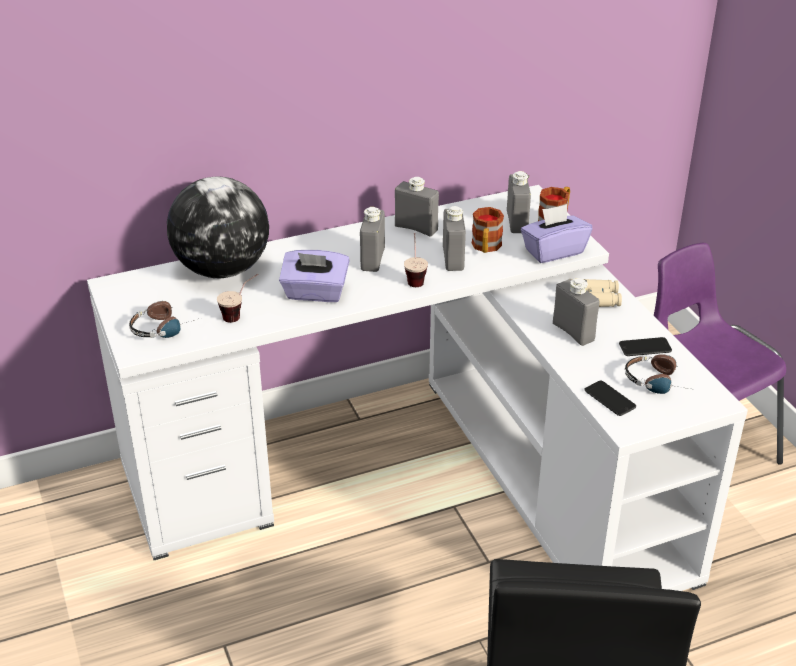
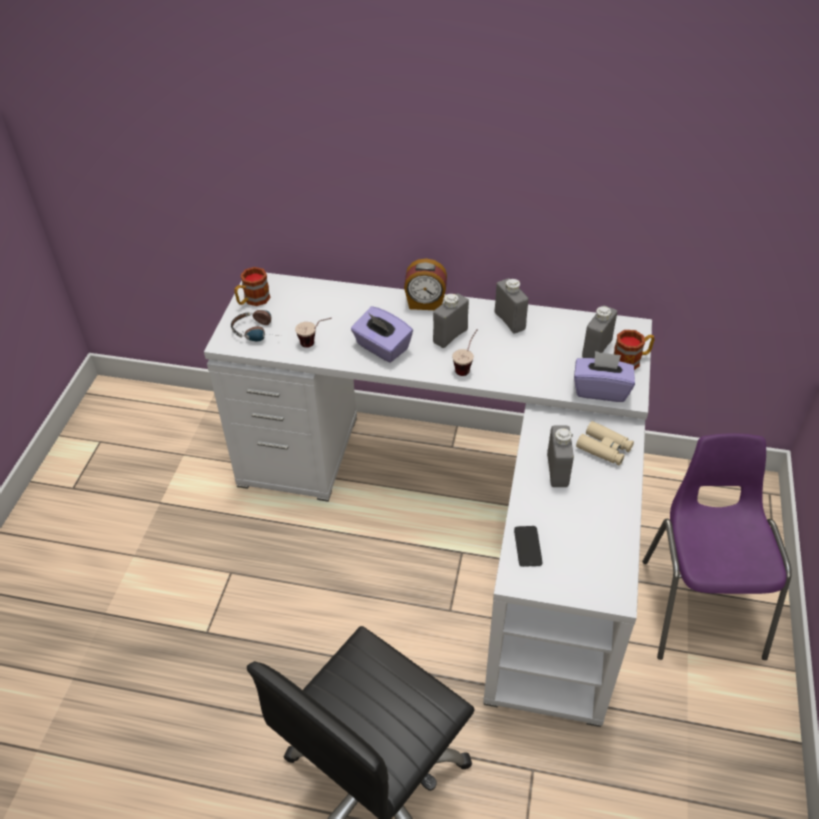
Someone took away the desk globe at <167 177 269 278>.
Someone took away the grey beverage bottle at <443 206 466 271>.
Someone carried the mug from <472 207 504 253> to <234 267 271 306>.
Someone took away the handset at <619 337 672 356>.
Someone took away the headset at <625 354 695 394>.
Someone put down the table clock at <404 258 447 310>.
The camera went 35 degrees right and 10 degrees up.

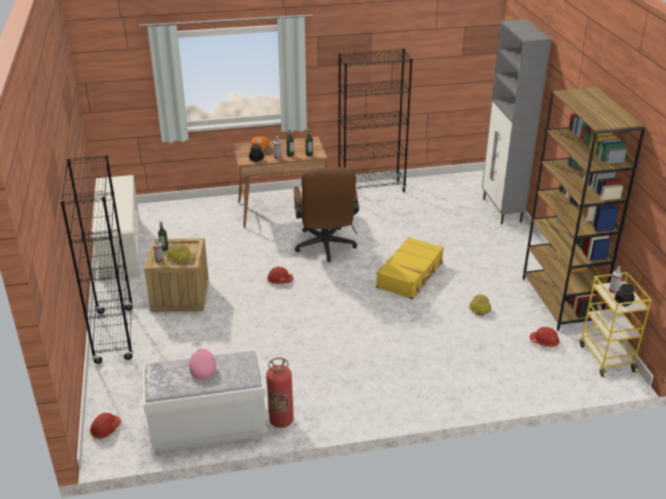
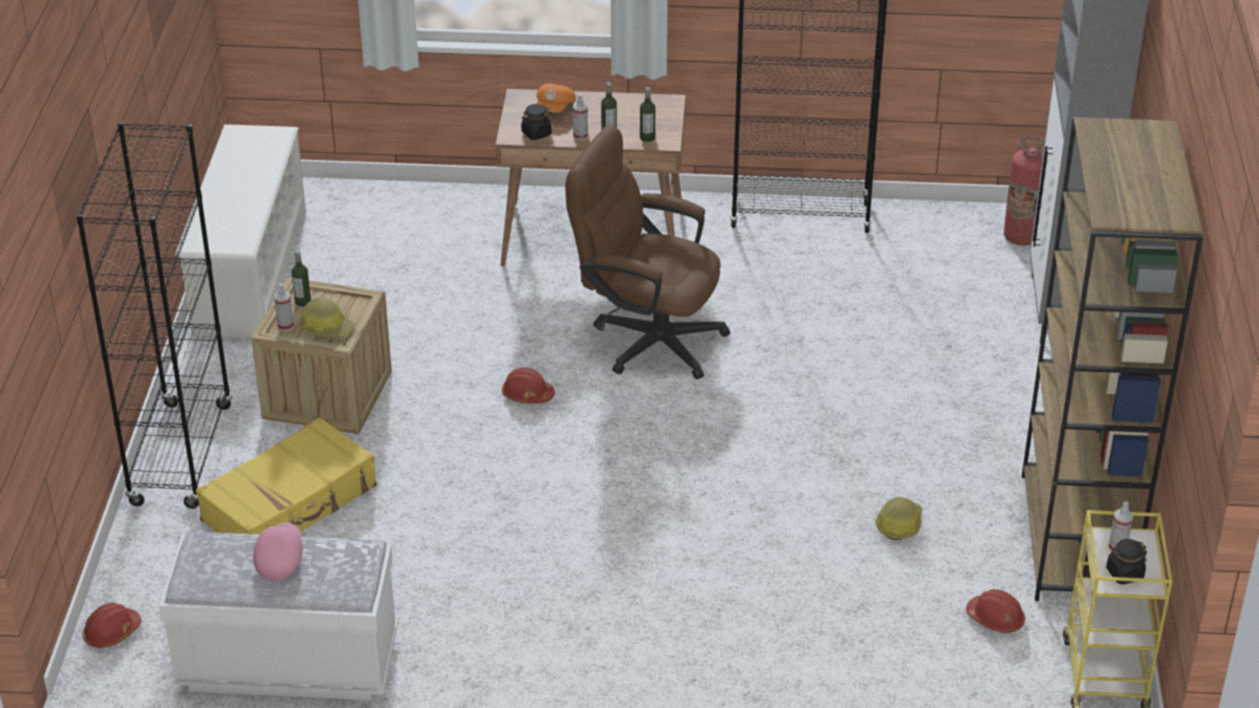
Someone carried the fire-fighting cylinder from <266 358 294 428> to <1004 136 1045 246>.
Someone rotated the brown office chair at <294 167 359 262> by 105 degrees clockwise.
Someone carried the yellow suitcase from <376 237 444 299> to <196 417 377 534>.
The camera went 15 degrees right and 5 degrees up.

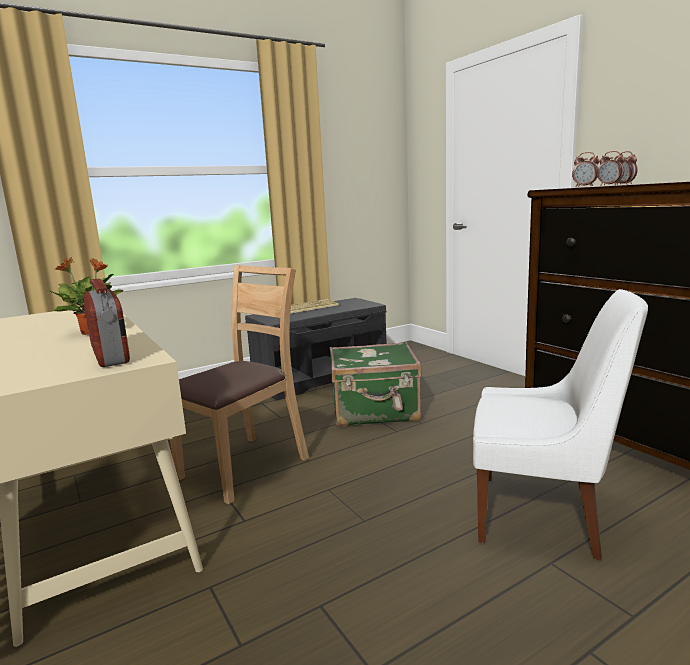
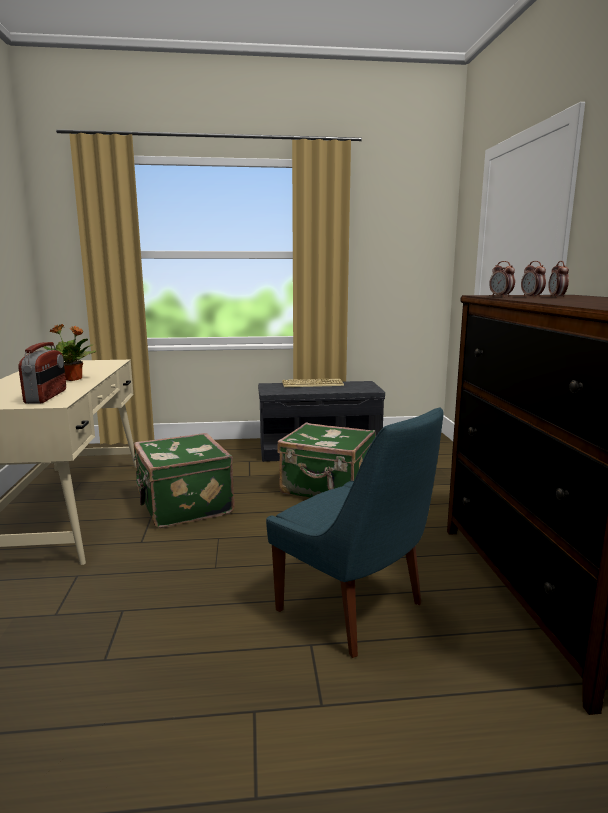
Someone swapped the brown plain chair at <170 265 309 504> for the green suitcase at <133 433 235 528>.
Someone repainted the white-coloured plain chair at <473 289 648 561>, which became the blue plain chair at <266 407 444 658>.
The camera went 25 degrees right and 0 degrees up.

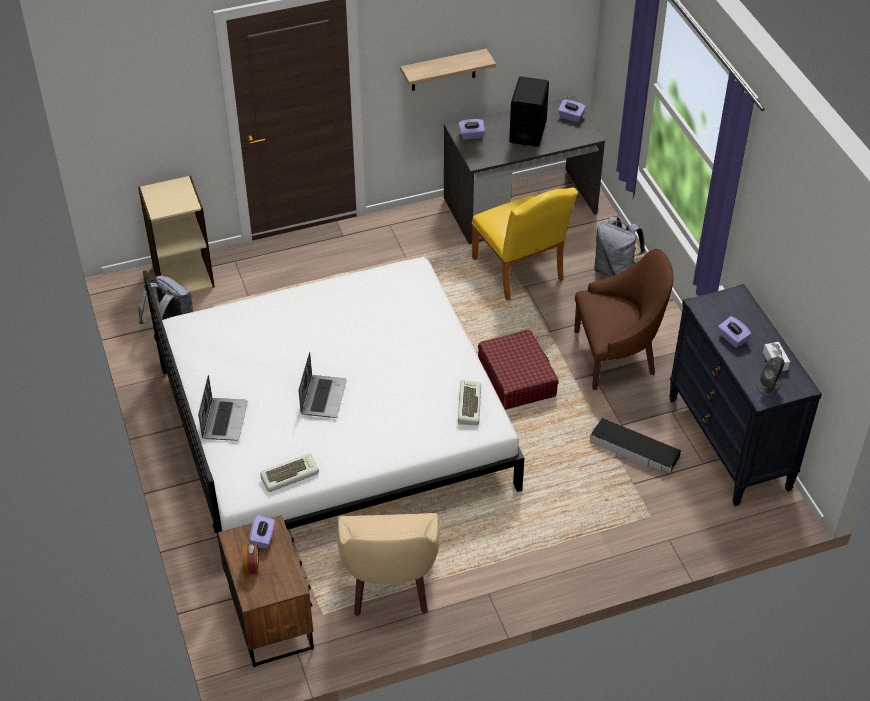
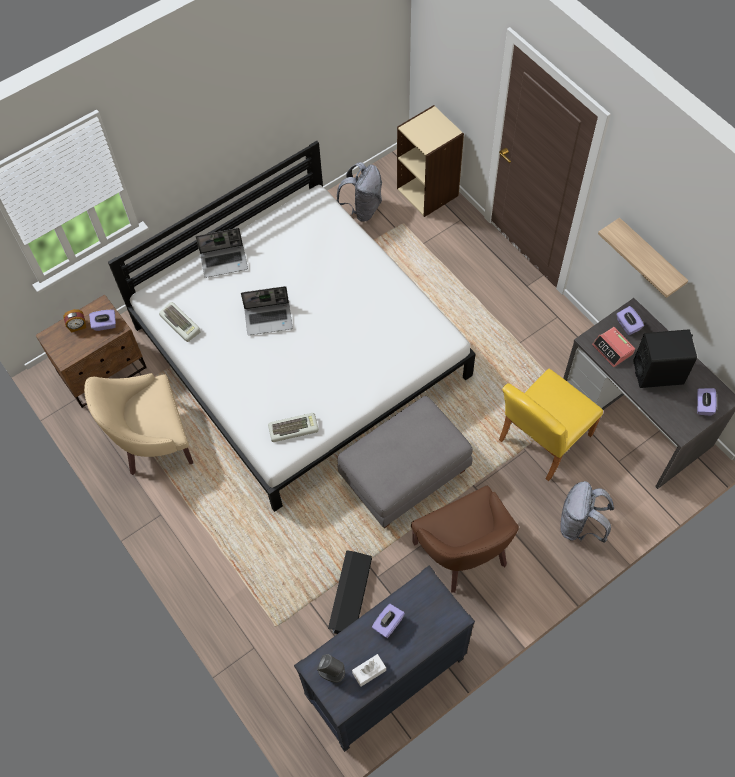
Someone swapped the red suitcase at <478 330 559 410> for the grey pouffe at <337 396 472 528>.
Someone put down the table clock at <592 327 635 367>.
The camera went 75 degrees right and 15 degrees up.

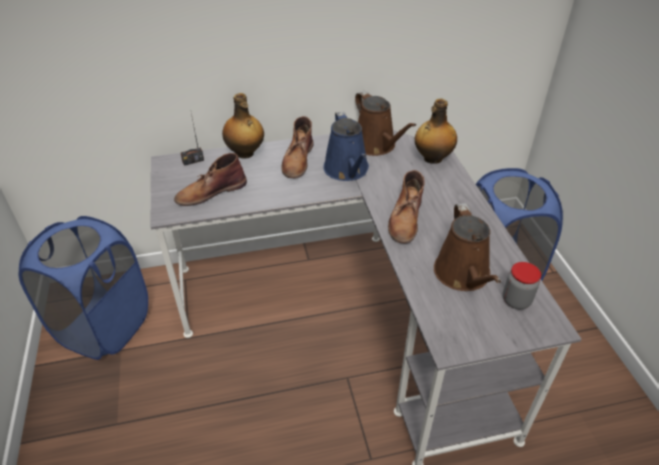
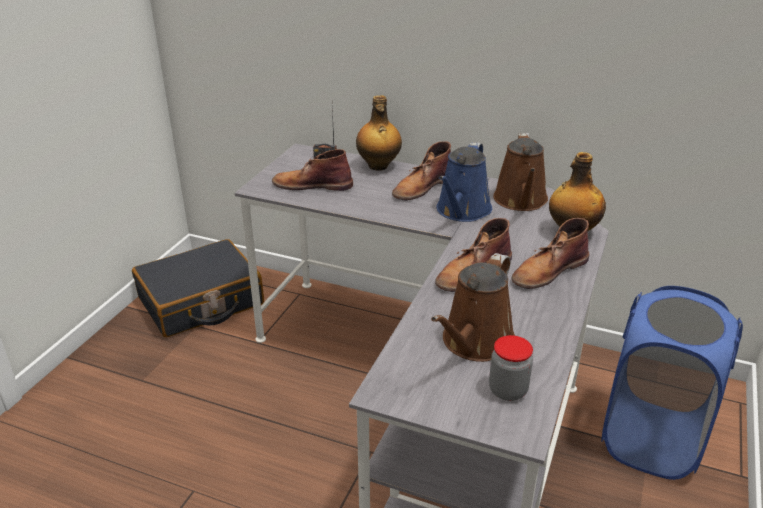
Someone swapped the blue hamper at <19 216 148 360> for the blackish suitcase at <132 239 264 337>.
Someone put down the brown tall boot at <511 218 589 289>.
The camera went 35 degrees right and 10 degrees down.

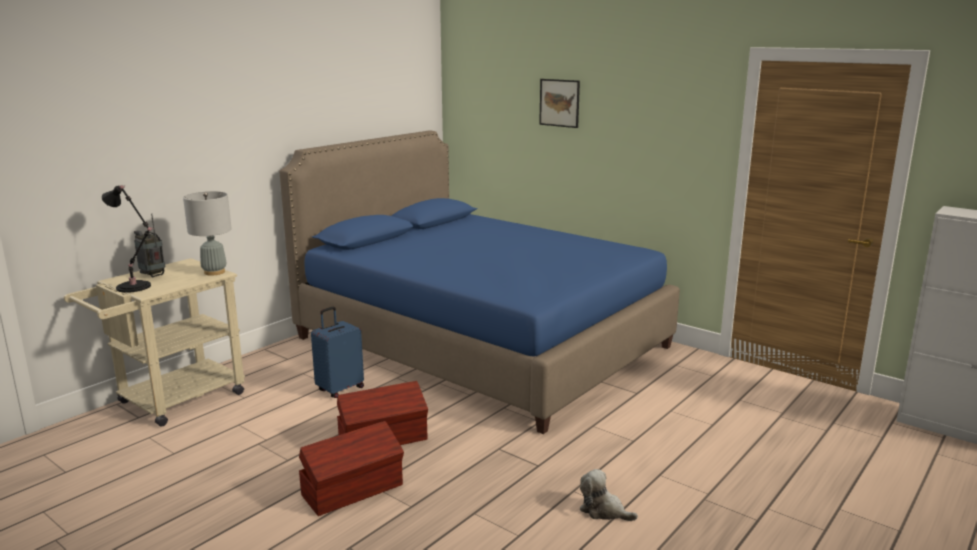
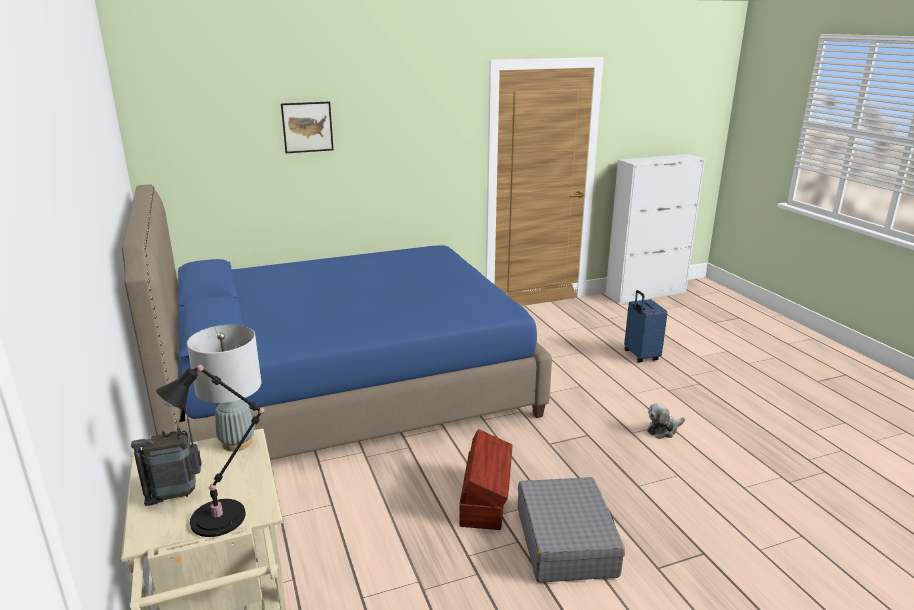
Someone swapped the brown storage box at <299 421 404 516> for the grey suitcase at <518 477 625 583>.
Someone carried the blue suitcase from <311 307 364 398> to <624 290 667 363>.
The camera went 60 degrees left and 5 degrees up.

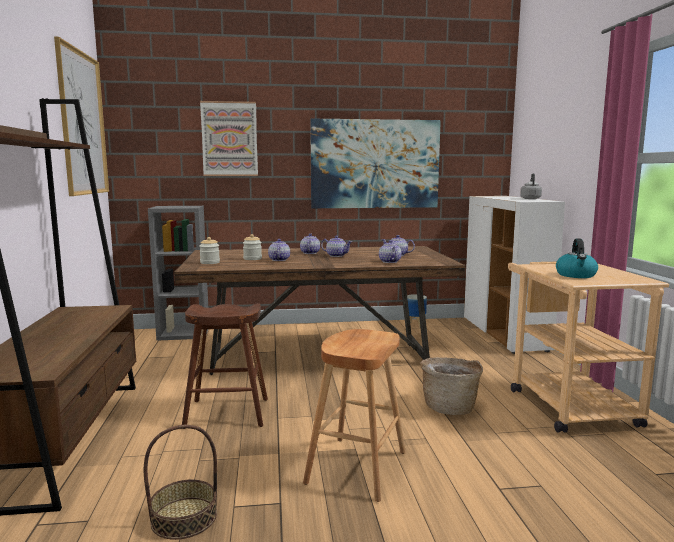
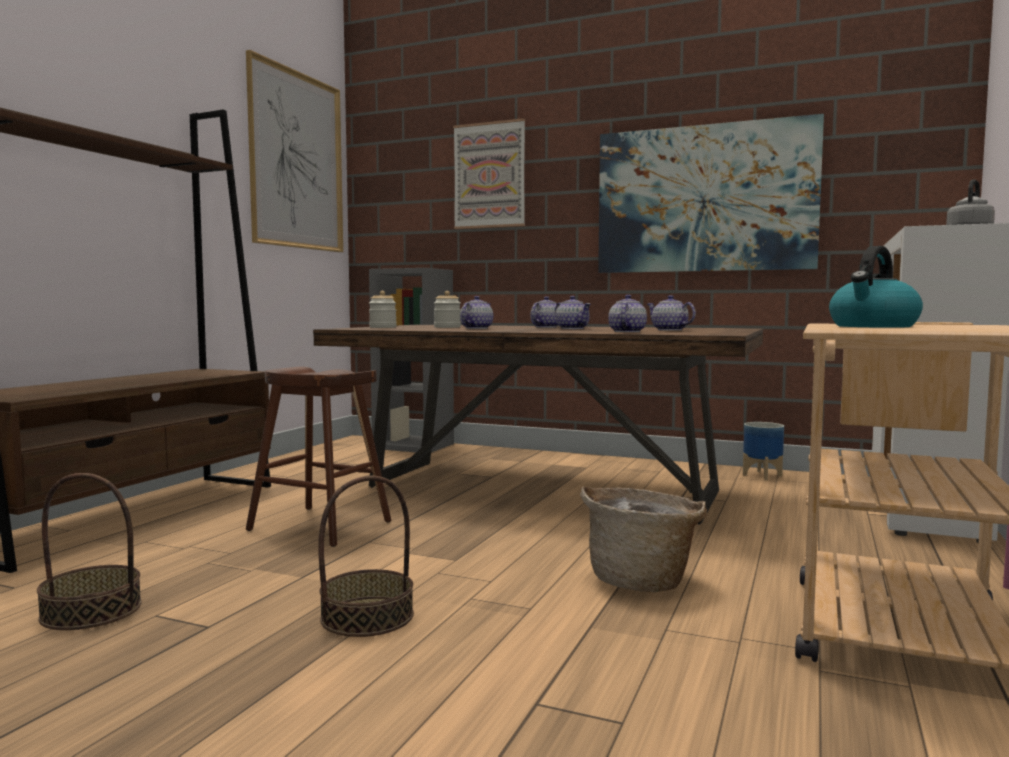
Someone swapped the brown sitting stool at <303 329 406 502> for the basket at <318 476 414 637>.
The camera went 30 degrees right and 5 degrees down.

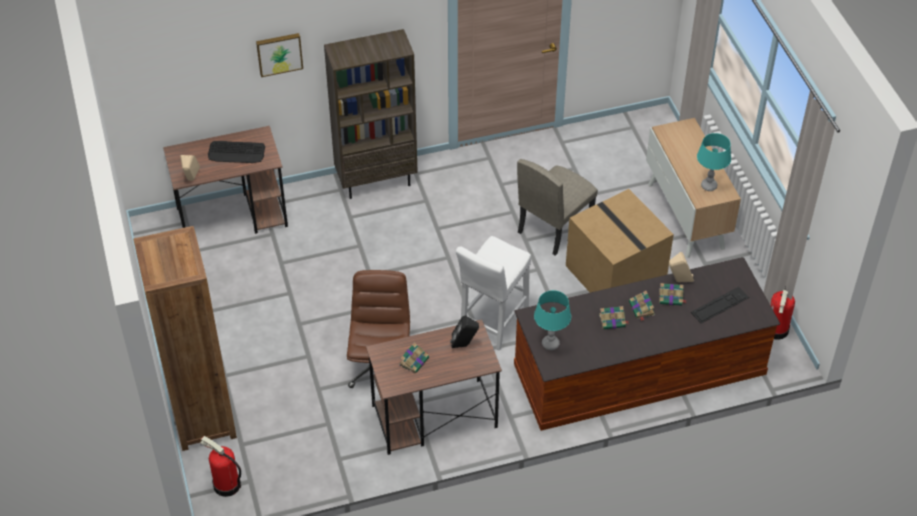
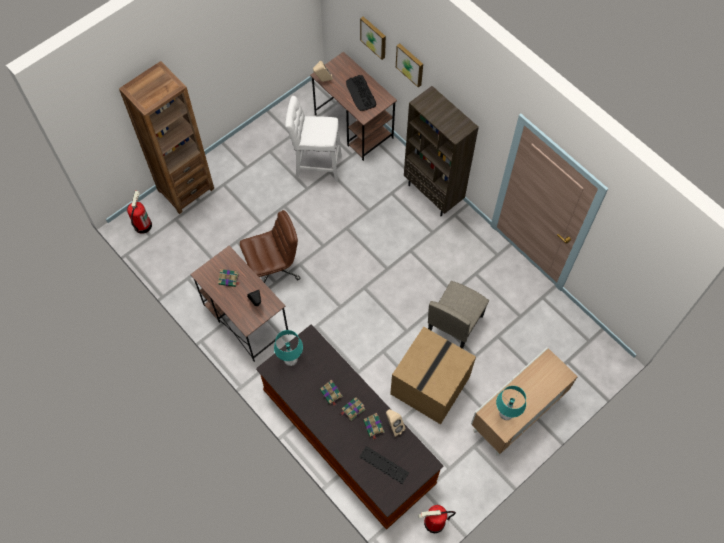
Someone carried the white-coloured sitting stool from <456 236 531 351> to <285 96 342 181>.
Someone rotated the beige-coloured plain chair at <517 159 598 256> by 75 degrees counterclockwise.
Someone put up the picture at <360 17 386 60>.
The camera went 65 degrees right and 15 degrees up.

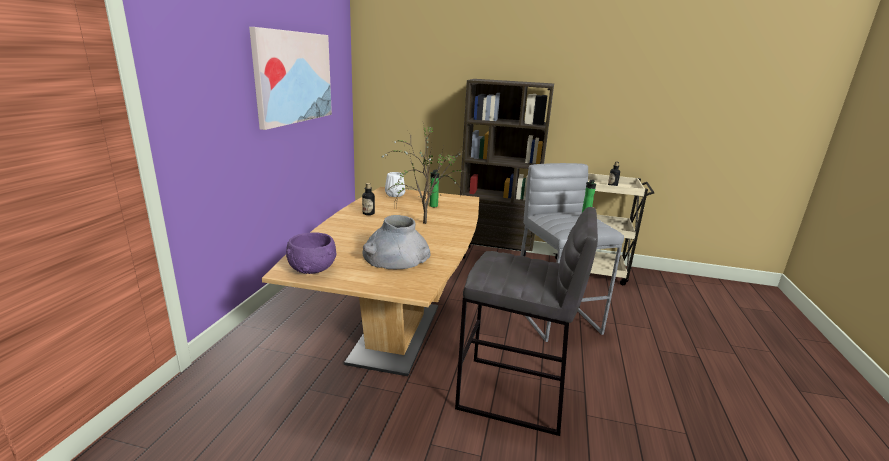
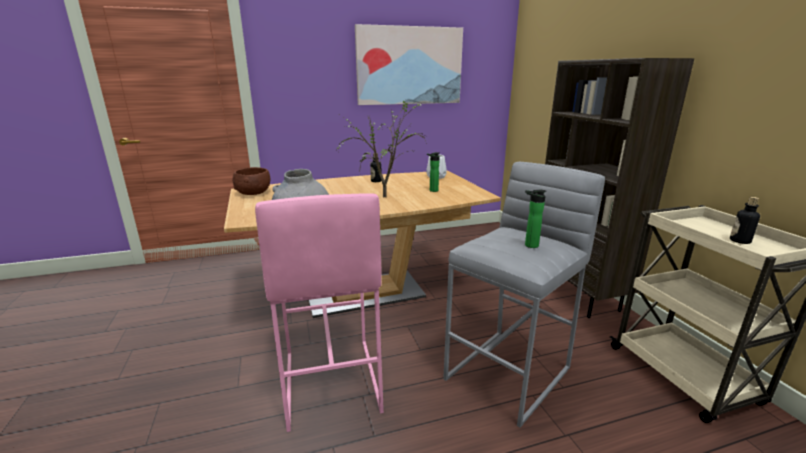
Someone repainted the purplish bowl at <286 232 336 274>, which became the brown bowl at <232 167 270 195>.
Someone repainted the grey sitting stool at <455 207 598 436>, which became the pink-coloured sitting stool at <255 193 384 432>.
The camera went 60 degrees right and 0 degrees up.

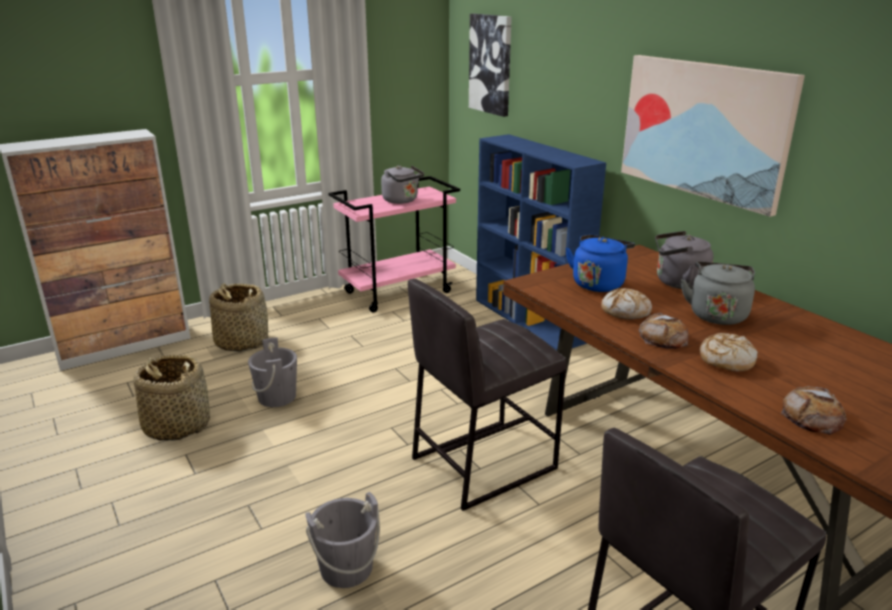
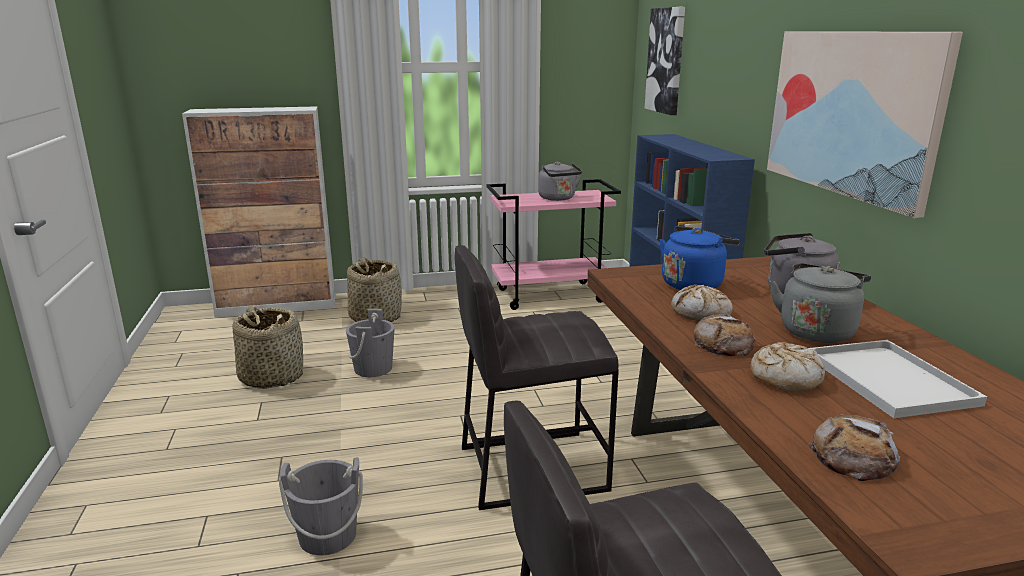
Someone put down the white-coloured carrying tray at <808 340 987 418>.
The camera went 20 degrees right and 5 degrees down.

